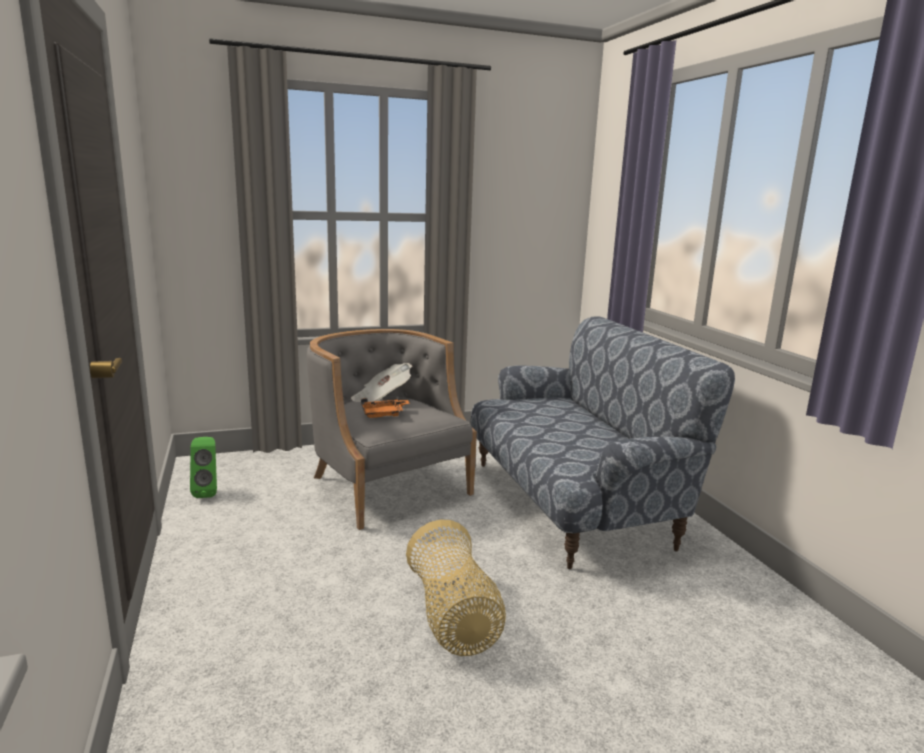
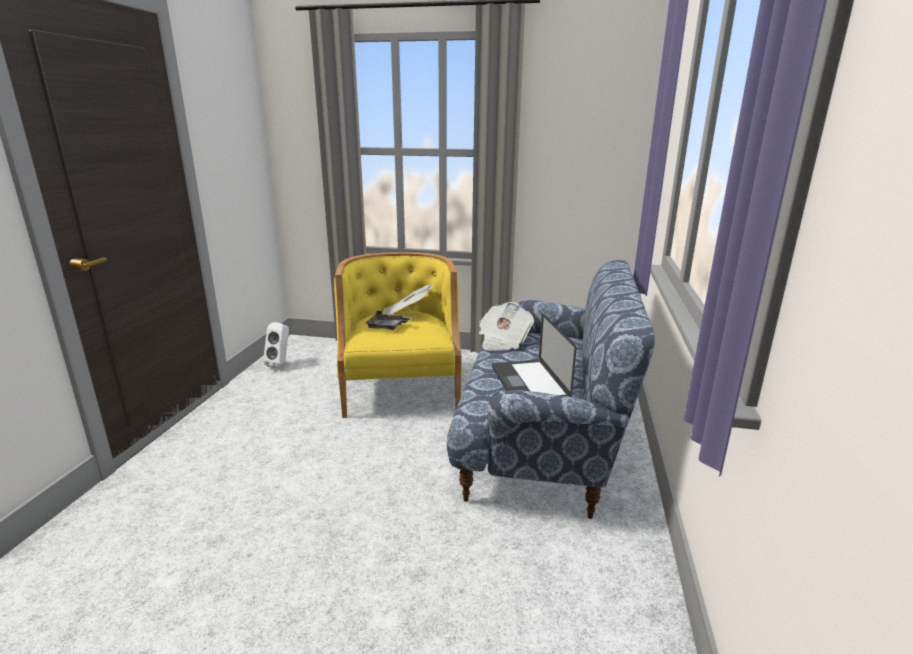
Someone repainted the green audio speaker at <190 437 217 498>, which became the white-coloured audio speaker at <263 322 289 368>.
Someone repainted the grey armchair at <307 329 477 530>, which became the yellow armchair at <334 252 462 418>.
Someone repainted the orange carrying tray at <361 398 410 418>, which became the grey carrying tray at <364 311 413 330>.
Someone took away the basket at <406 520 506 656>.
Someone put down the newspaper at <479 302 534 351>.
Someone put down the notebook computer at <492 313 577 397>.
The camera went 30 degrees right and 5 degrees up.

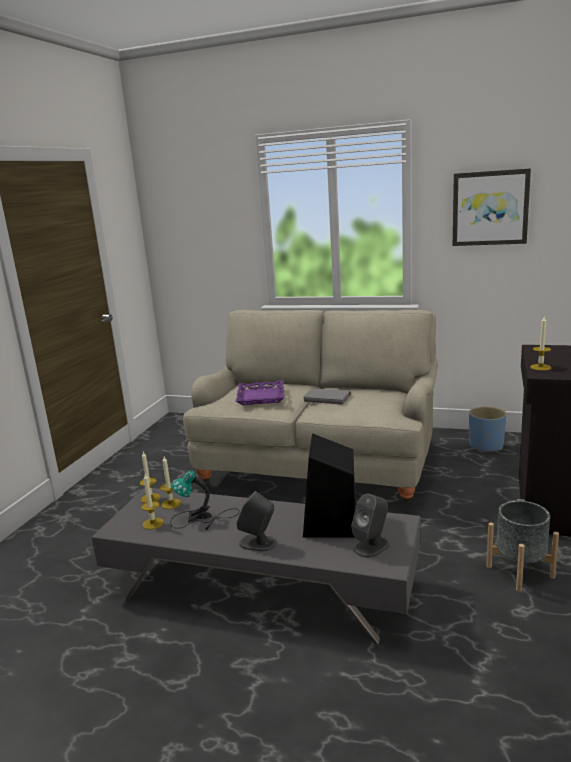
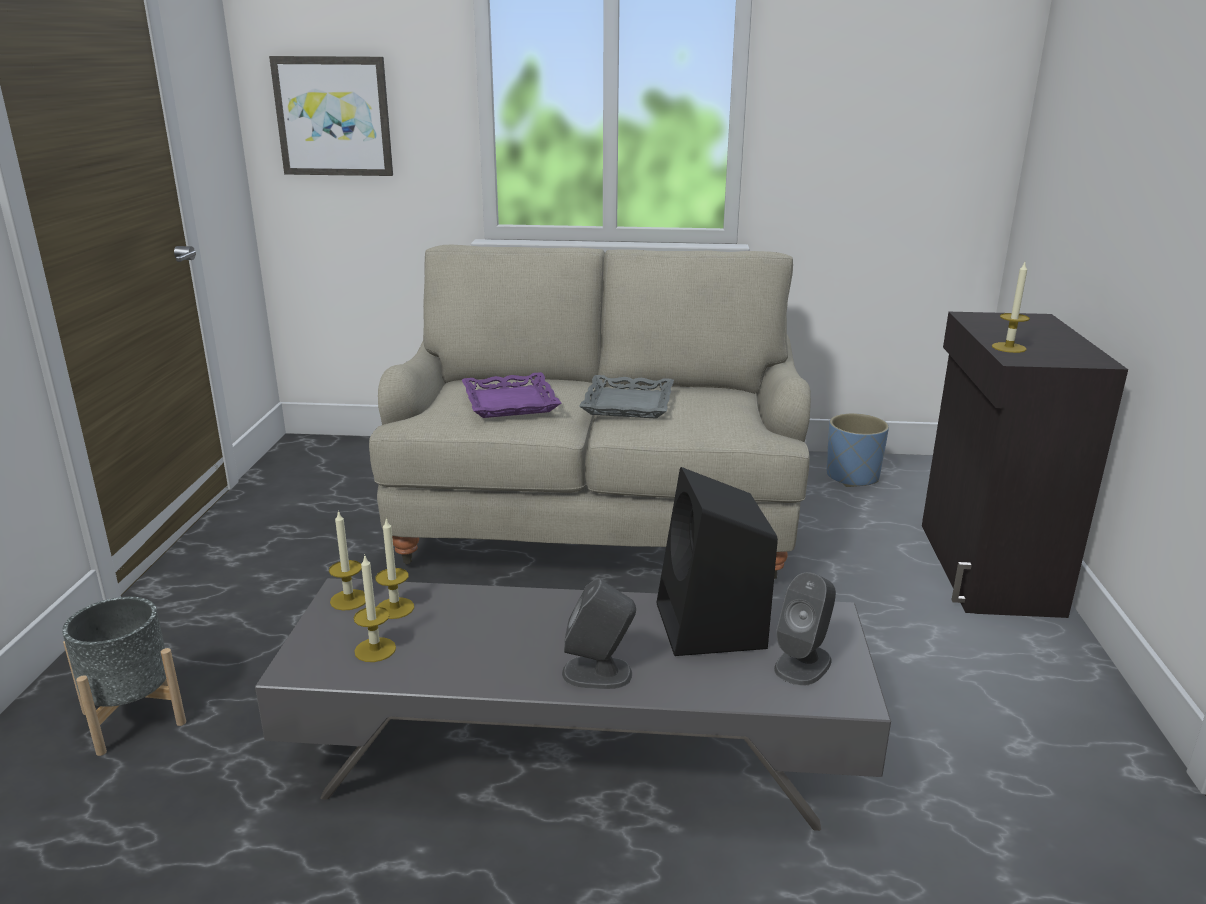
Someone took away the tabletop lamp at <170 470 240 530>.
Someone swapped the grey bound book at <303 389 351 405> for the grey carrying tray at <579 375 674 419>.
Someone carried the picture from <453 168 531 246> to <269 56 393 176>.
Someone carried the grey flower pot from <486 501 559 592> to <62 597 186 756>.
The camera went 15 degrees left and 5 degrees up.

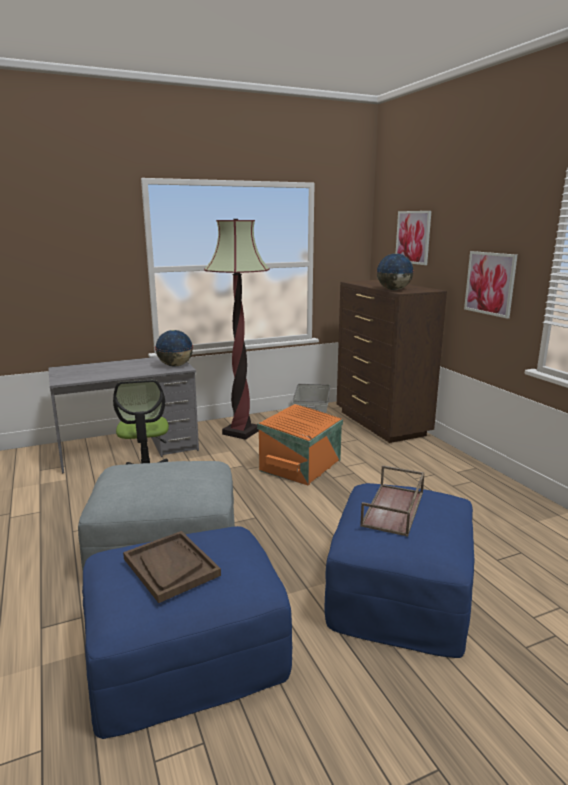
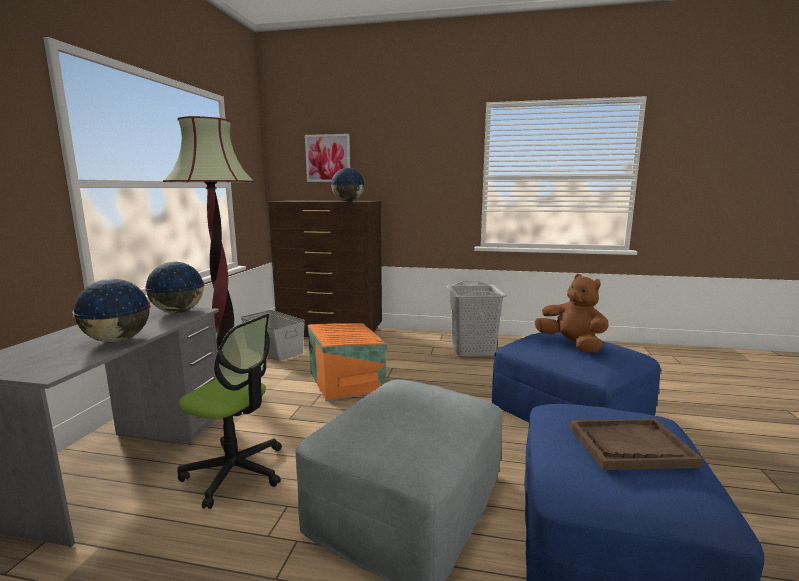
Someone swapped the brown carrying tray at <360 465 425 537> for the brown plush toy at <535 274 609 353>.
Someone took away the picture at <464 251 518 319>.
Someone put down the desk globe at <72 279 151 342>.
Someone put down the grey hamper at <446 281 507 357>.
The camera went 55 degrees left and 5 degrees down.

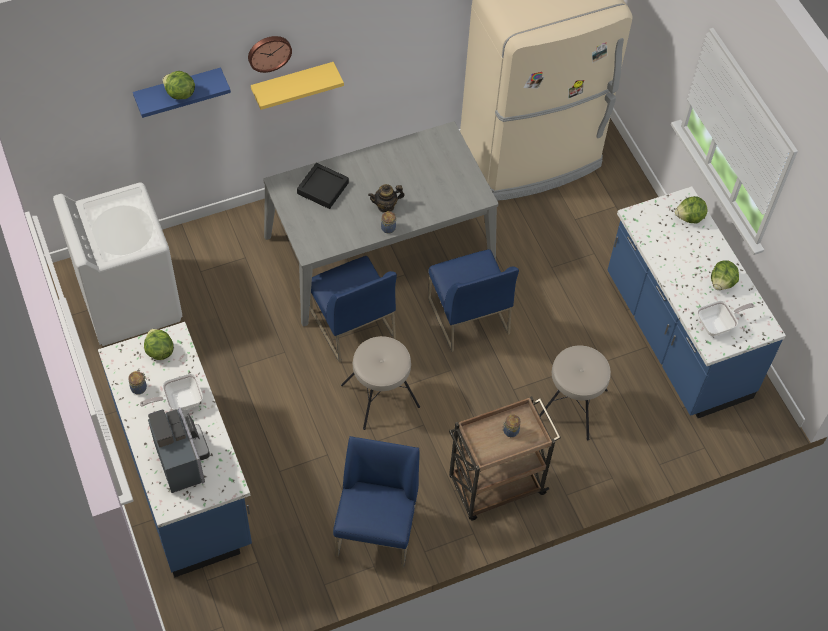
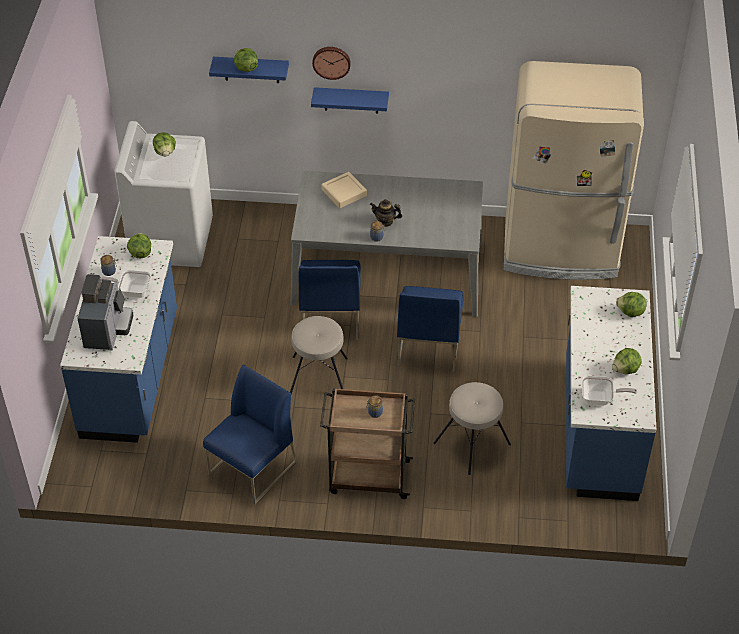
Someone repainted the yellow wall shelf at <251 62 344 110>, which became the blue wall shelf at <311 87 389 113>.
Someone repainted the blackish carrying tray at <297 163 349 209>, which became the beige-coloured carrying tray at <321 172 367 208>.
Someone put down the lettuce head at <153 132 176 156>.
The camera went 30 degrees right and 10 degrees down.

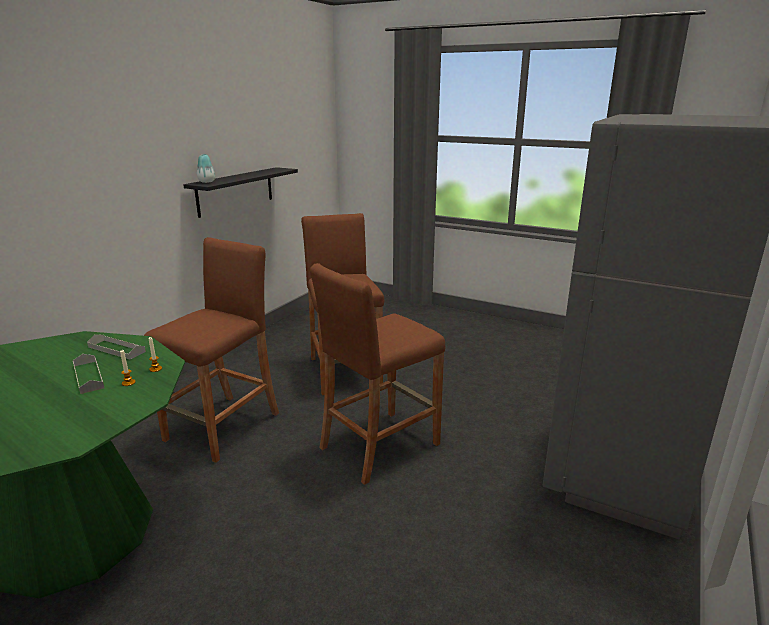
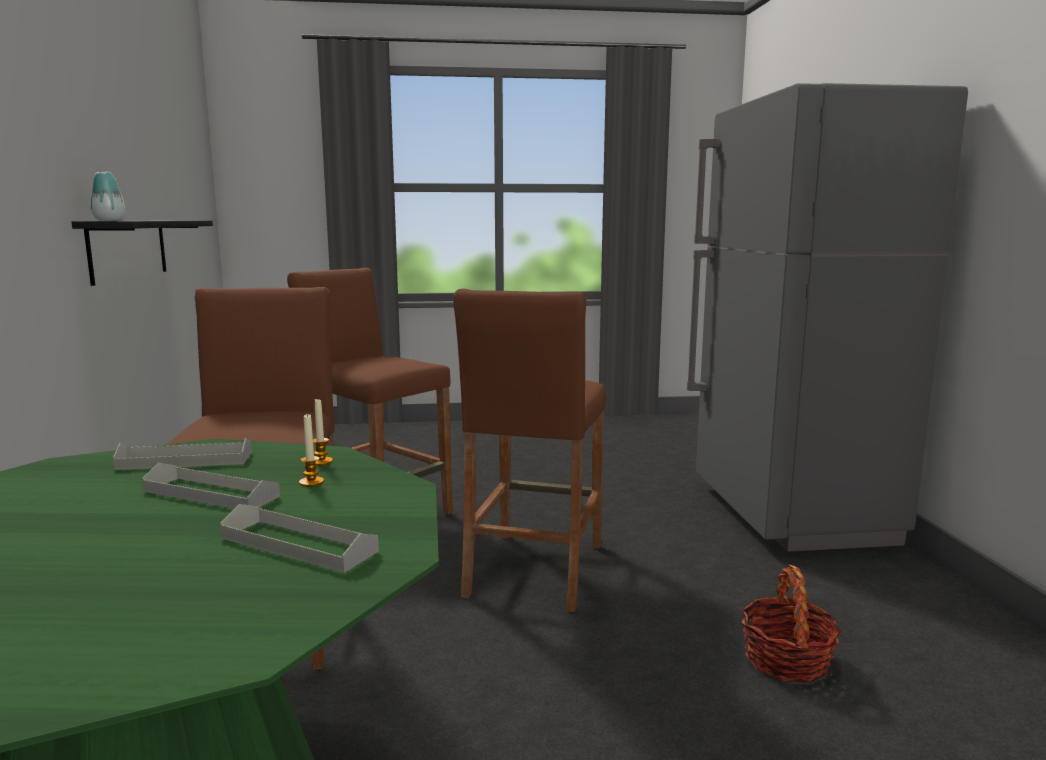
Someone put down the grey carrying tray at <220 504 379 573>.
Someone put down the basket at <741 565 842 683>.
The camera went 35 degrees left and 10 degrees down.

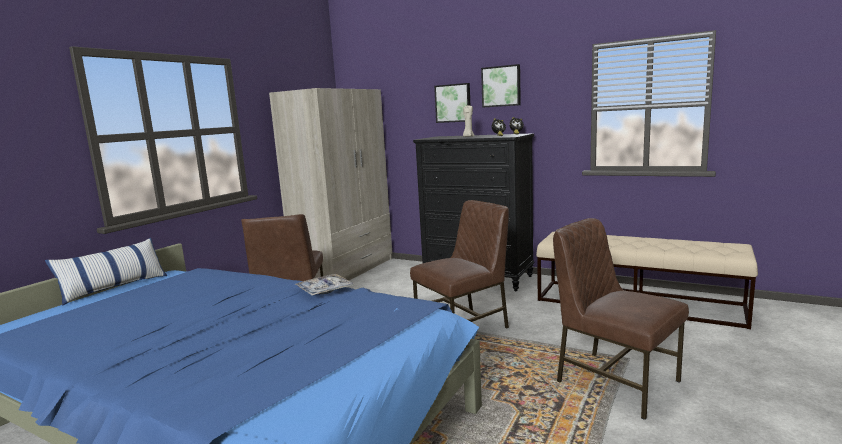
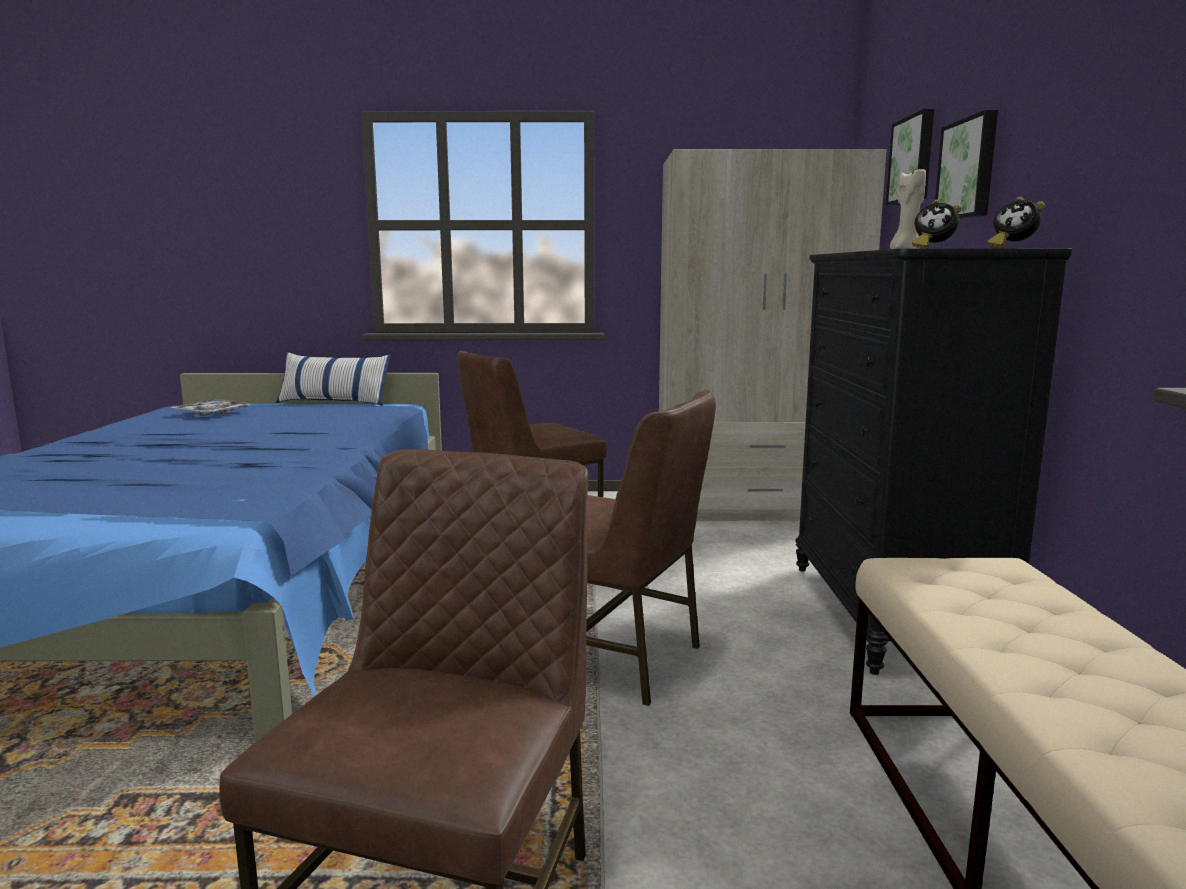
Someone carried the carrying tray from <296 274 354 295> to <171 399 251 416>.
Someone carried the picture from <481 64 521 108> to <886 109 934 205>.
The camera went 60 degrees right and 0 degrees up.

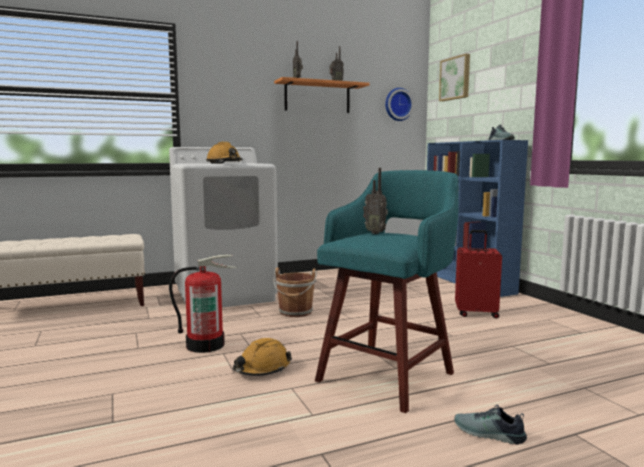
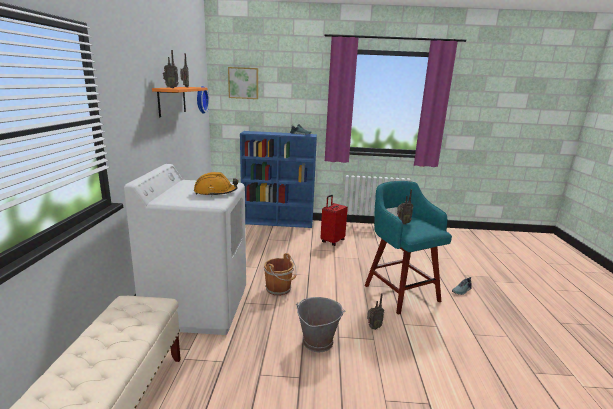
Someone swapped the fire-fighting cylinder at <169 254 237 353> for the grey water bucket at <296 297 345 352>.
Someone swapped the orange hard hat at <233 338 292 376> for the radio at <367 293 384 330>.
The camera went 65 degrees left and 10 degrees up.

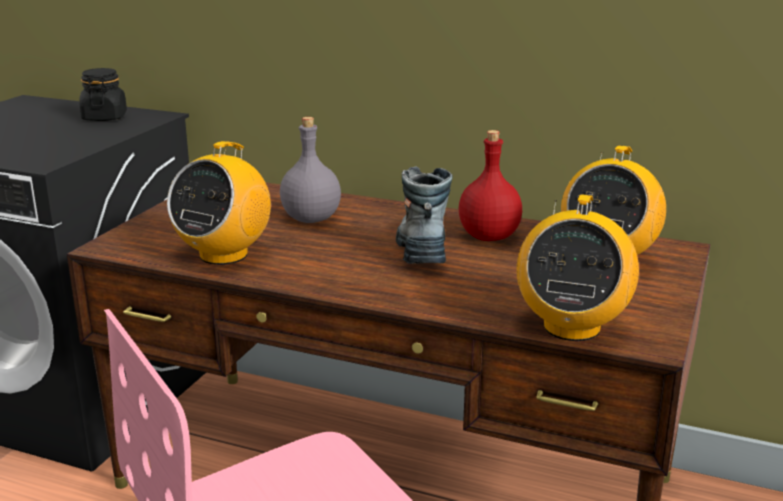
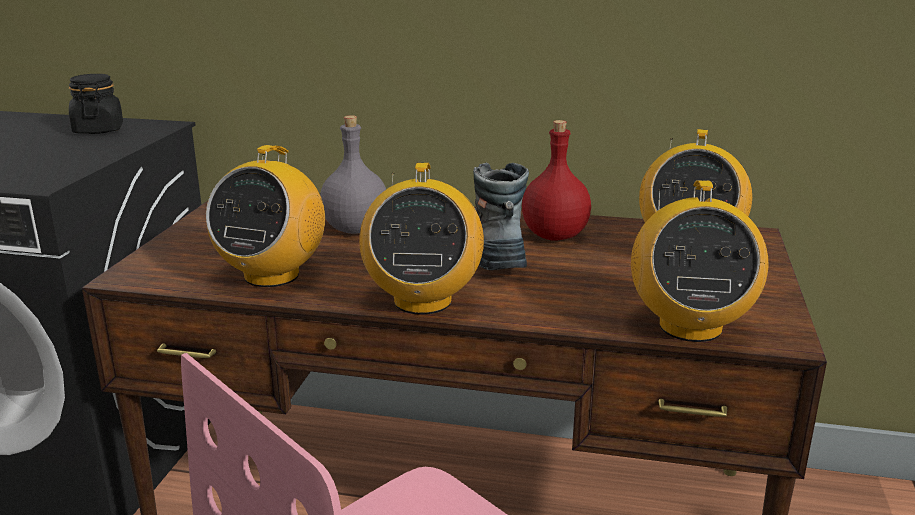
Someone put down the radio at <359 163 484 315>.
The camera went 10 degrees left and 0 degrees up.

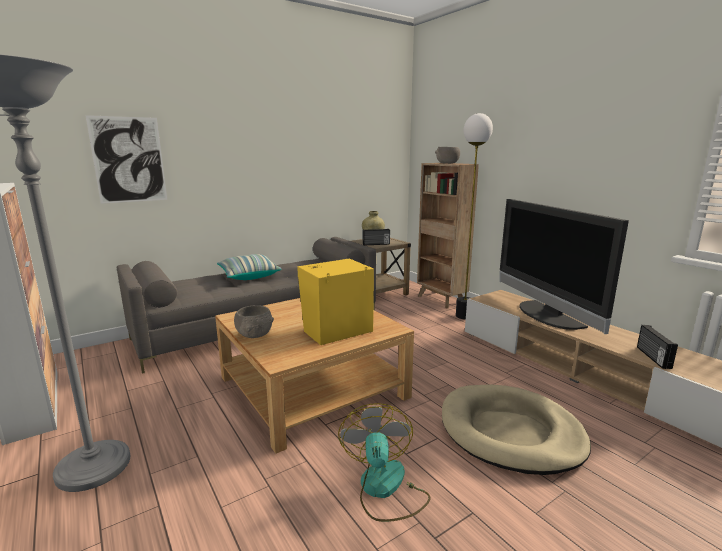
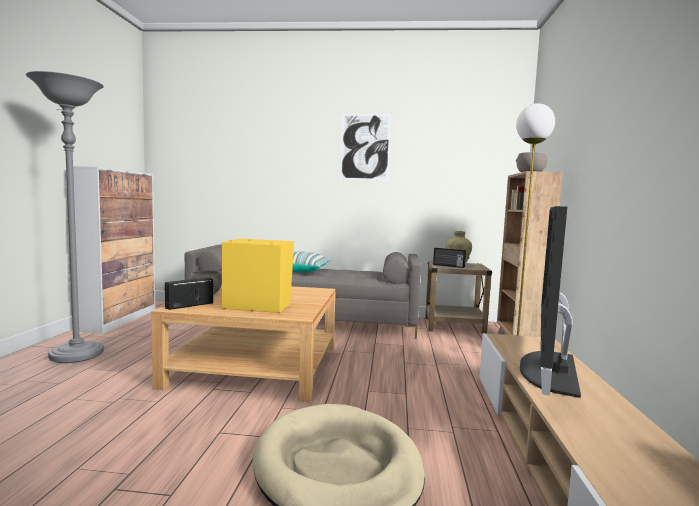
Someone carried the picture from <85 115 167 204> to <340 113 391 180>.
Someone took away the cooling fan at <338 403 431 522>.
Someone carried the radio from <637 325 678 369> to <165 278 213 310>.
The camera went 40 degrees right and 10 degrees down.

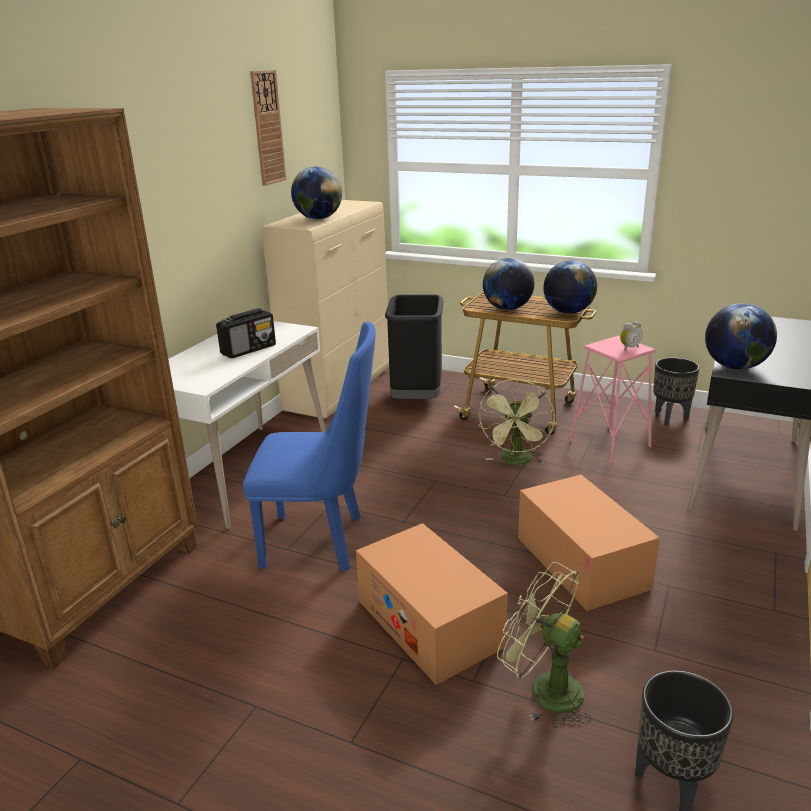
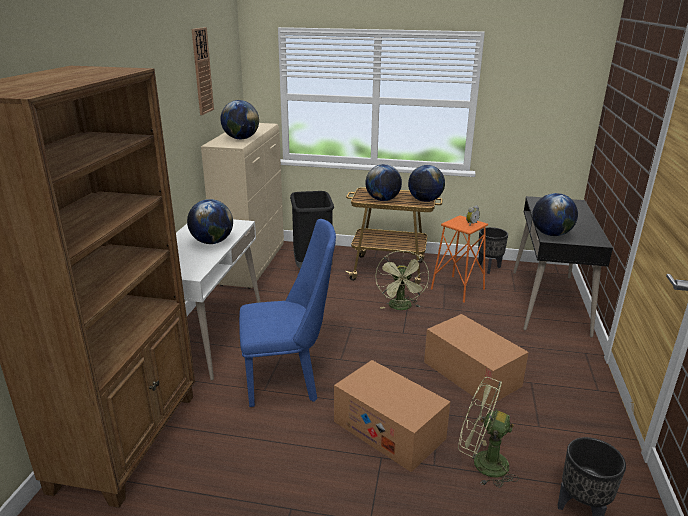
Someone swapped the radio at <216 308 276 358> for the desk globe at <187 199 233 244>.
Someone repainted the pink-coloured sitting stool at <570 336 656 463>, which became the orange sitting stool at <431 216 488 303>.
The camera went 15 degrees left and 0 degrees up.

